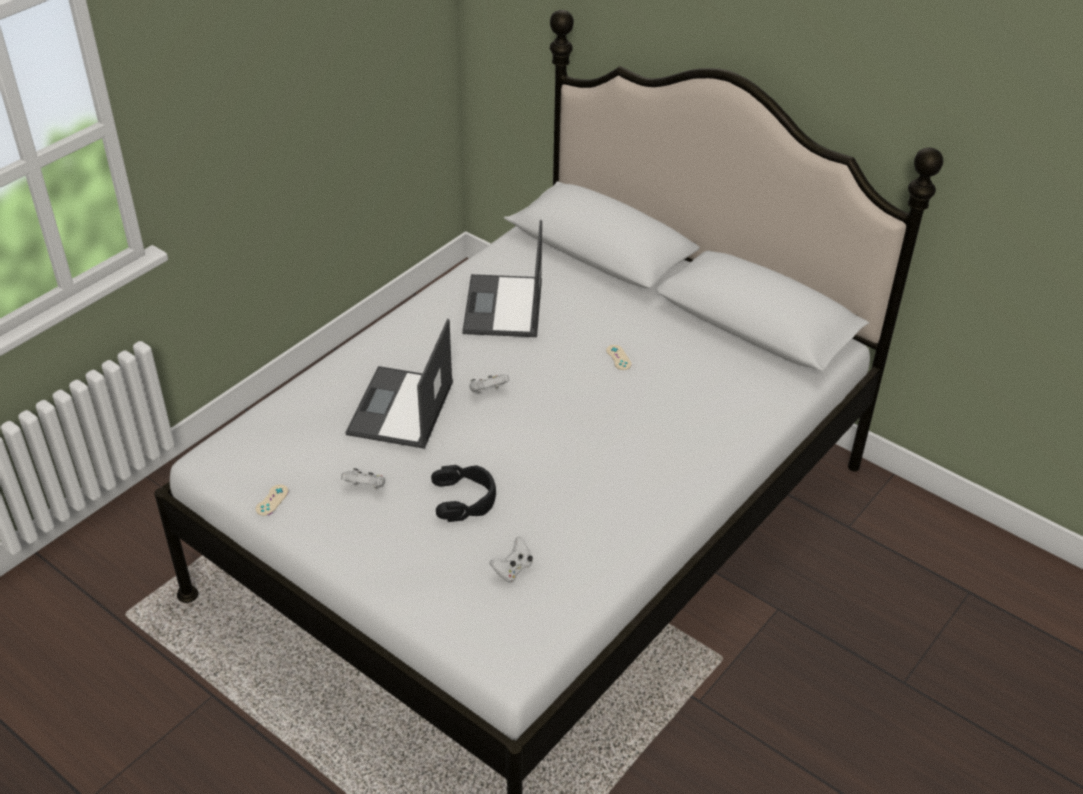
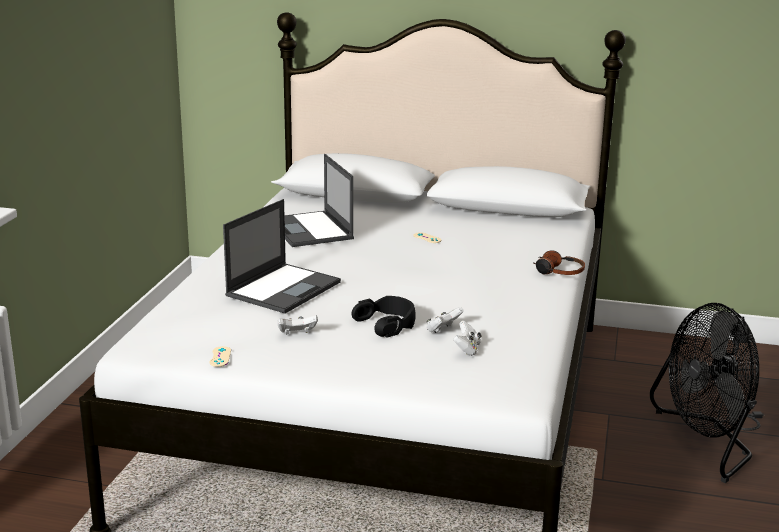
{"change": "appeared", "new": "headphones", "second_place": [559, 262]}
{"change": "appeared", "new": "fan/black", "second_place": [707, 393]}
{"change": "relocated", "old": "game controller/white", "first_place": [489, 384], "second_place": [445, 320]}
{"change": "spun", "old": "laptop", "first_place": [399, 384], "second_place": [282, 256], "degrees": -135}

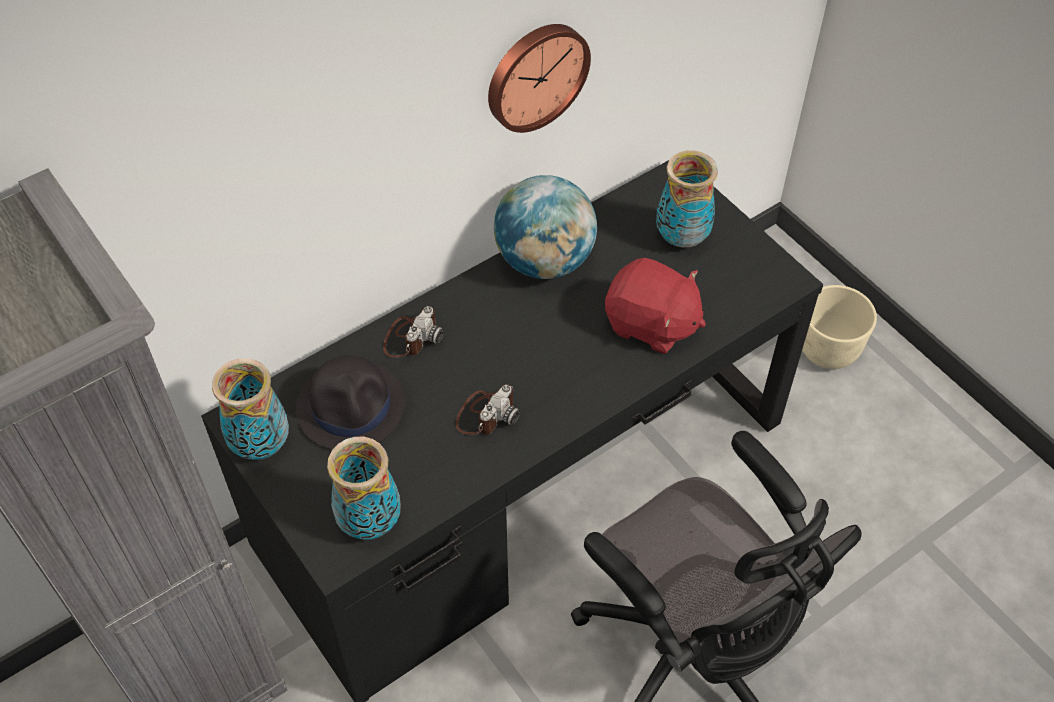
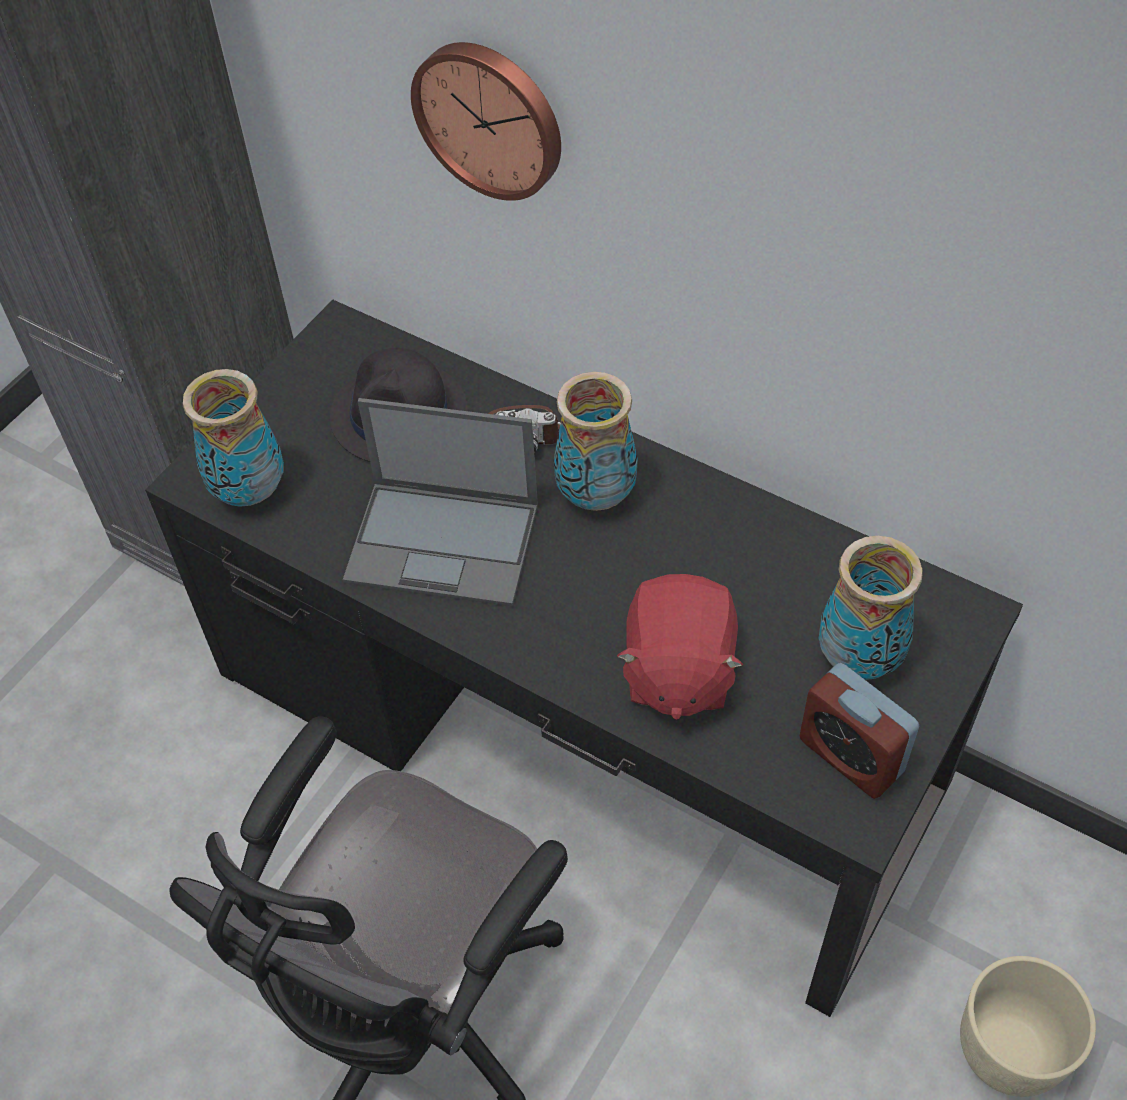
{"change": "missing", "old": "globe", "first_place": [545, 227]}
{"change": "appeared", "new": "alarm clock", "second_place": [859, 731]}
{"change": "relocated", "old": "vase", "first_place": [250, 409], "second_place": [595, 441]}
{"change": "relocated", "old": "wall clock", "first_place": [539, 78], "second_place": [486, 121]}
{"change": "exchanged", "old": "photo camera", "new": "laptop", "first_place": [488, 409], "second_place": [440, 502]}

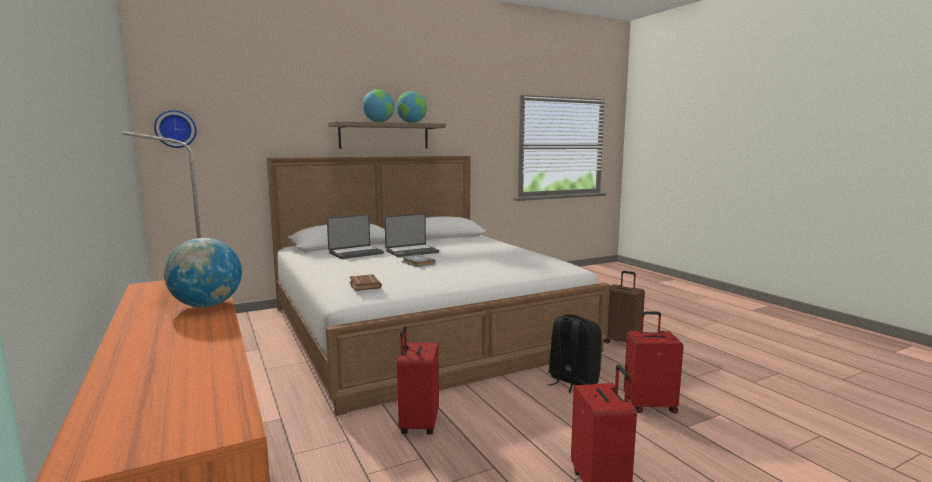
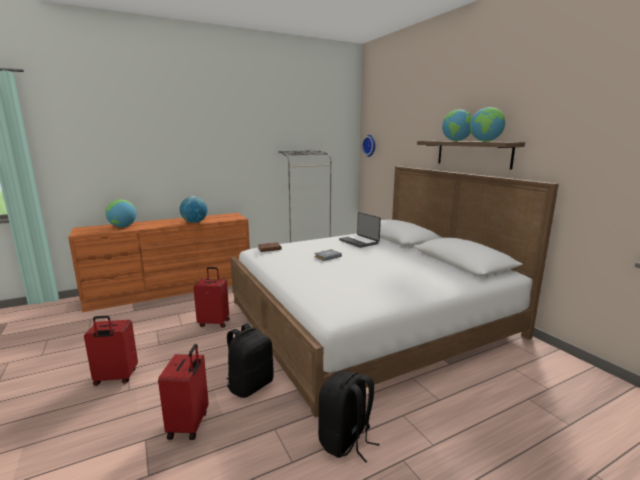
{"change": "missing", "old": "laptop", "first_place": [411, 235]}
{"change": "appeared", "new": "globe", "second_place": [121, 213]}
{"change": "exchanged", "old": "suitcase/brown", "new": "backpack/black", "first_place": [624, 307], "second_place": [348, 417]}

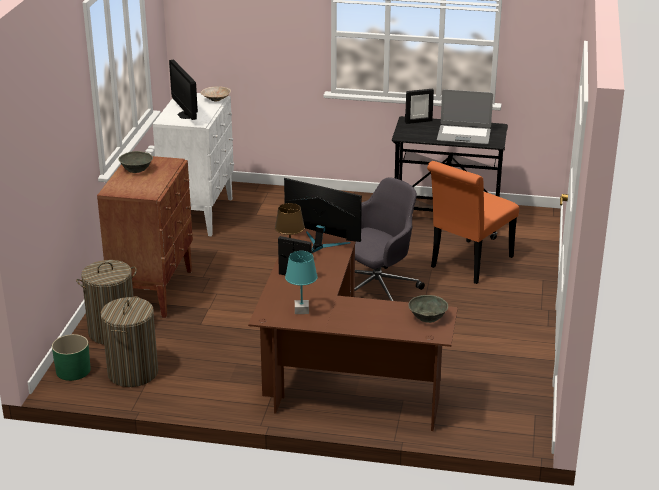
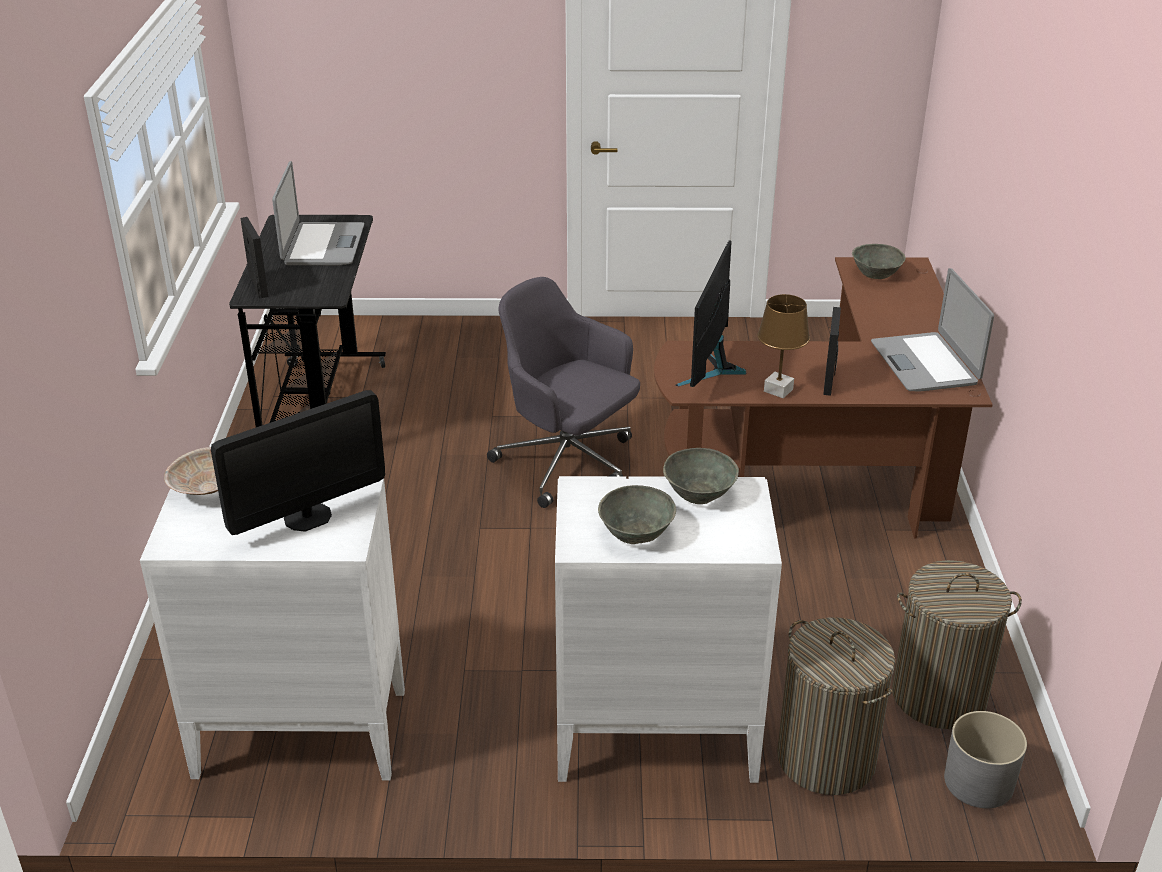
{"change": "missing", "old": "chair/orange", "first_place": [473, 222]}
{"change": "appeared", "new": "bowl/grey", "second_place": [701, 476]}
{"change": "exchanged", "old": "table lamp/turquoise", "new": "laptop", "first_place": [301, 282], "second_place": [932, 330]}
{"change": "colour", "old": "planter/green", "new": "planter/grey", "first_place": [71, 357], "second_place": [985, 759]}
{"change": "colour", "old": "dresser/brown", "new": "dresser/white", "first_place": [145, 237], "second_place": [668, 629]}

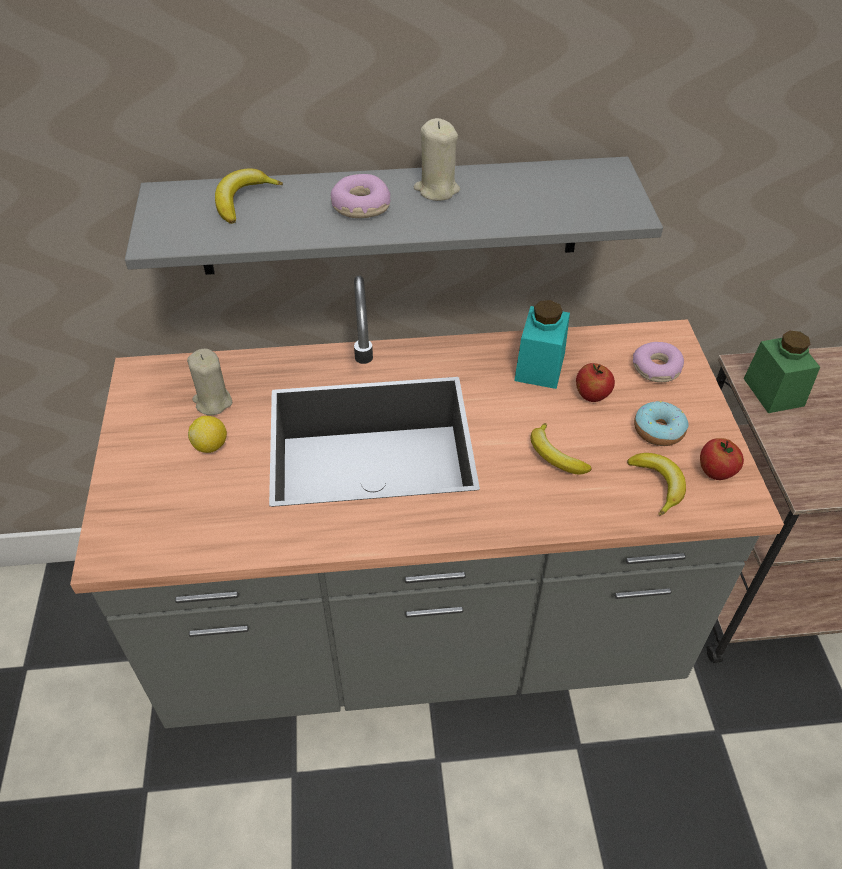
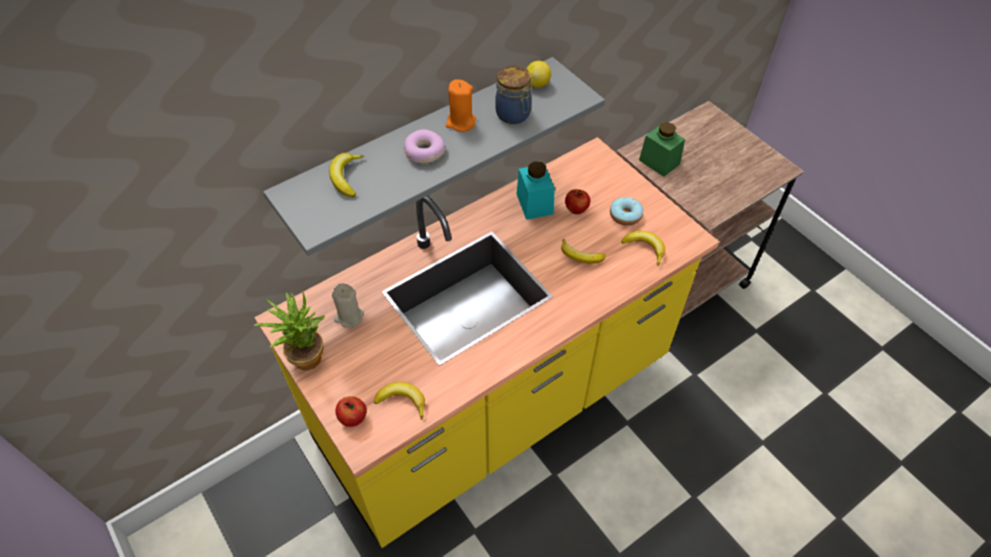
{"change": "missing", "old": "donut", "first_place": [658, 362]}
{"change": "appeared", "new": "potted plant", "second_place": [289, 331]}
{"change": "appeared", "new": "banana", "second_place": [399, 401]}
{"change": "appeared", "new": "jar", "second_place": [513, 94]}
{"change": "relocated", "old": "lemon", "first_place": [207, 434], "second_place": [538, 74]}
{"change": "relocated", "old": "apple", "first_place": [722, 459], "second_place": [351, 411]}
{"change": "colour", "old": "counter/grey", "new": "counter/yellow", "first_place": [427, 502], "second_place": [486, 342]}
{"change": "colour", "old": "candle/beige", "new": "candle/orange", "first_place": [436, 159], "second_place": [461, 105]}

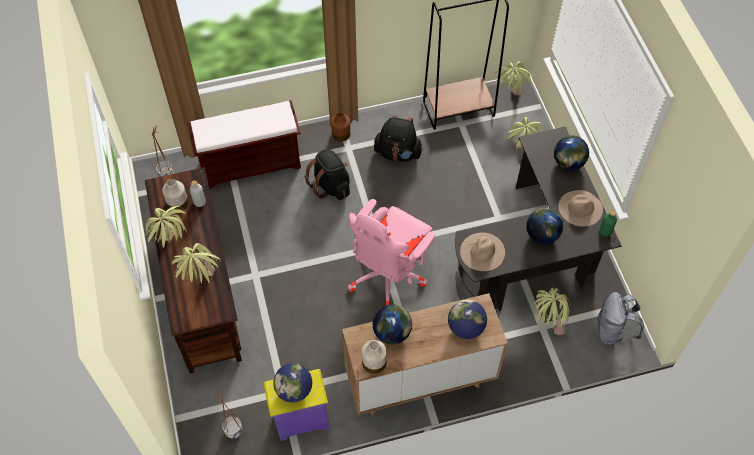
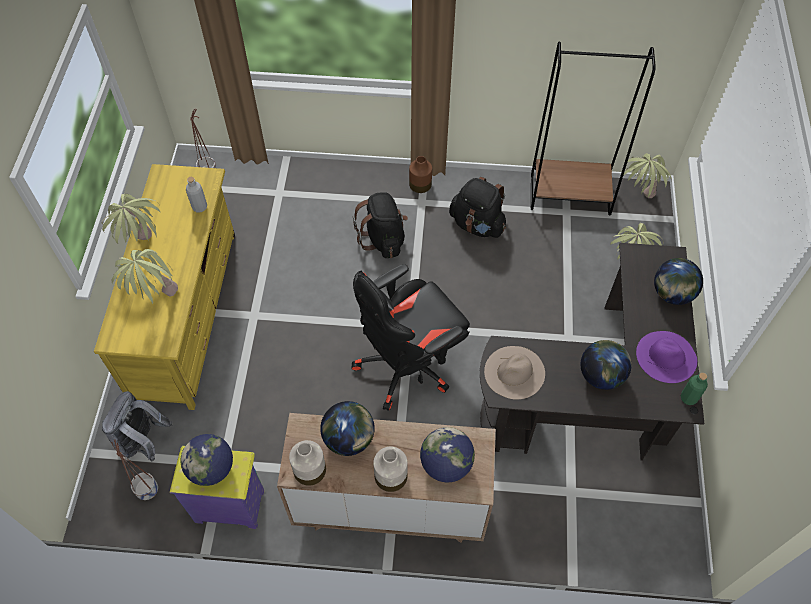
{"change": "missing", "old": "bench/brown", "first_place": [244, 144]}
{"change": "missing", "old": "potted plant", "first_place": [552, 311]}
{"change": "relocated", "old": "vase/beige", "first_place": [175, 195], "second_place": [390, 469]}
{"change": "relocated", "old": "backpack/grey", "first_place": [620, 318], "second_place": [137, 426]}
{"change": "colour", "old": "dresser/brown", "new": "dresser/yellow", "first_place": [193, 270], "second_place": [164, 287]}
{"change": "colour", "old": "office chair/pink", "new": "office chair/black", "first_place": [391, 252], "second_place": [410, 337]}
{"change": "colour", "old": "hat/beige", "new": "hat/purple", "first_place": [580, 208], "second_place": [666, 357]}

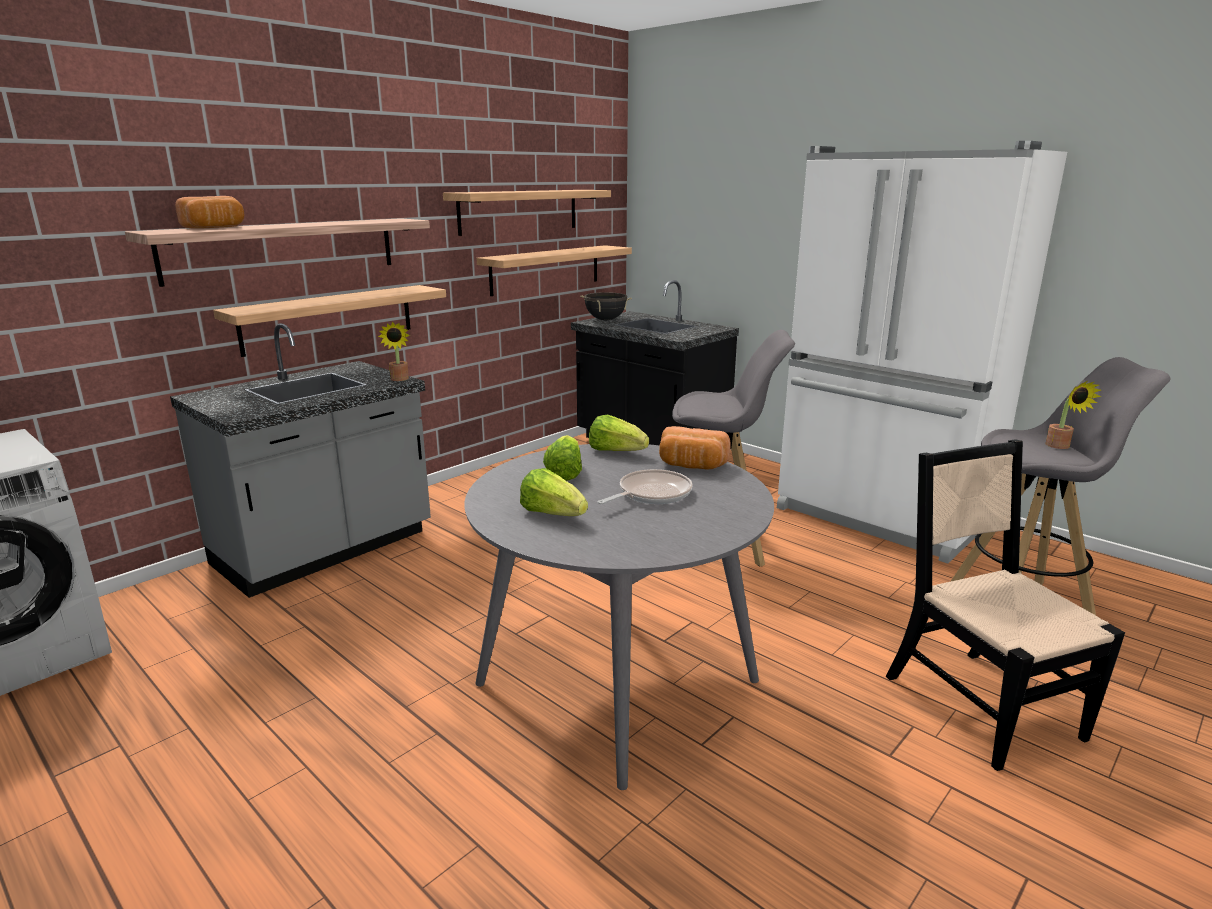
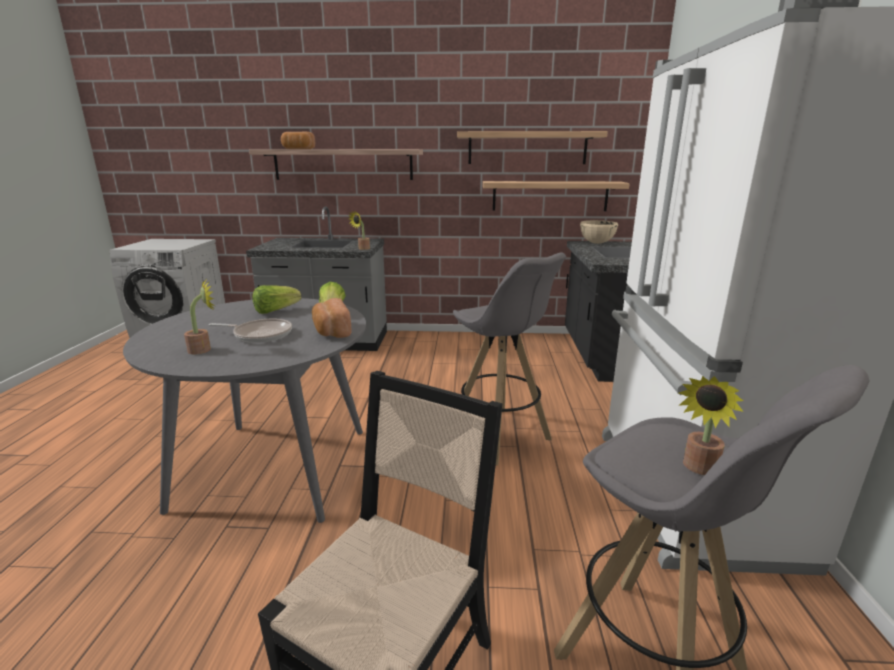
{"change": "missing", "old": "shelf", "first_place": [329, 321]}
{"change": "missing", "old": "lettuce", "first_place": [554, 492]}
{"change": "appeared", "new": "potted plant", "second_place": [199, 317]}
{"change": "colour", "old": "cooking pot/black", "new": "cooking pot/beige", "first_place": [606, 306], "second_place": [599, 232]}

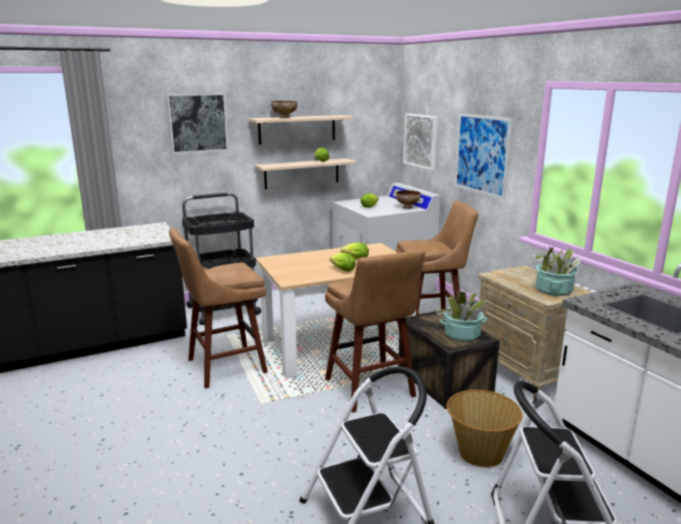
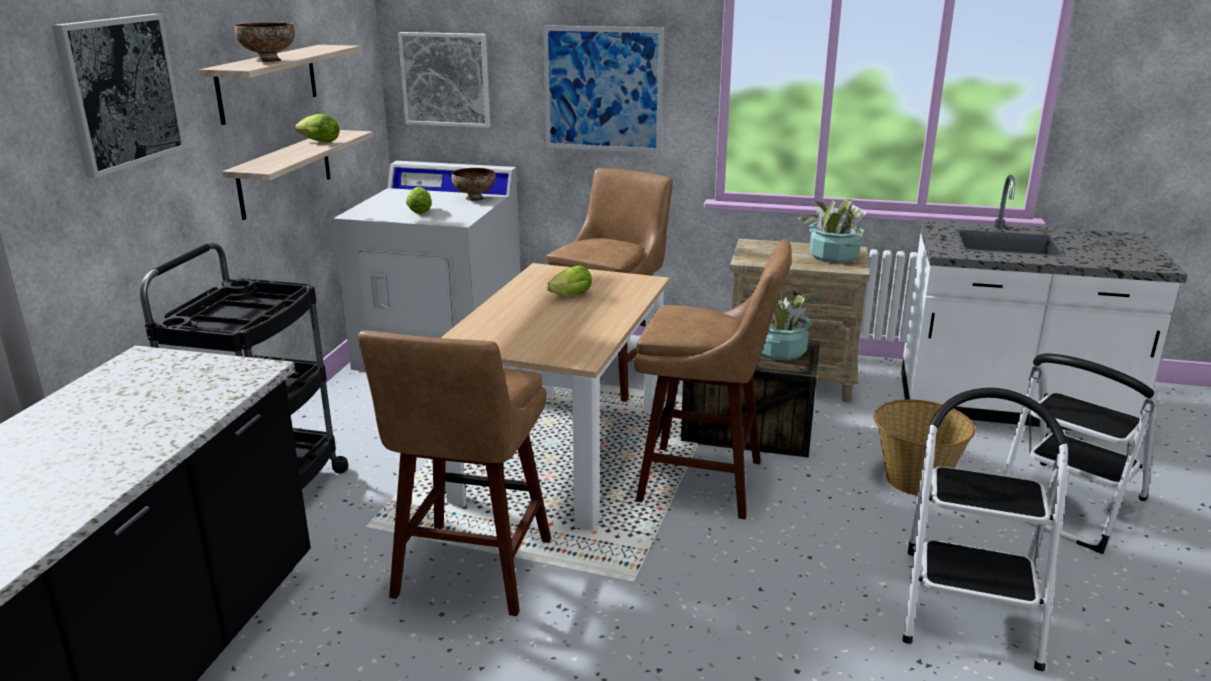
{"change": "missing", "old": "lettuce", "first_place": [343, 262]}

